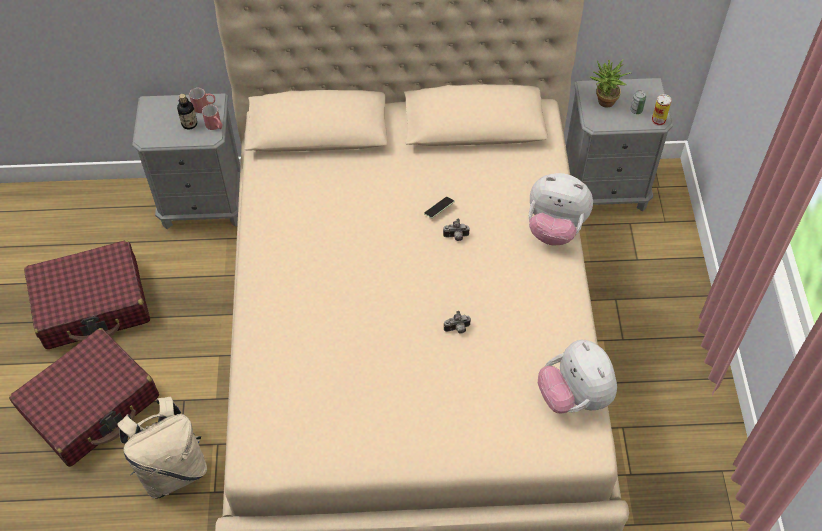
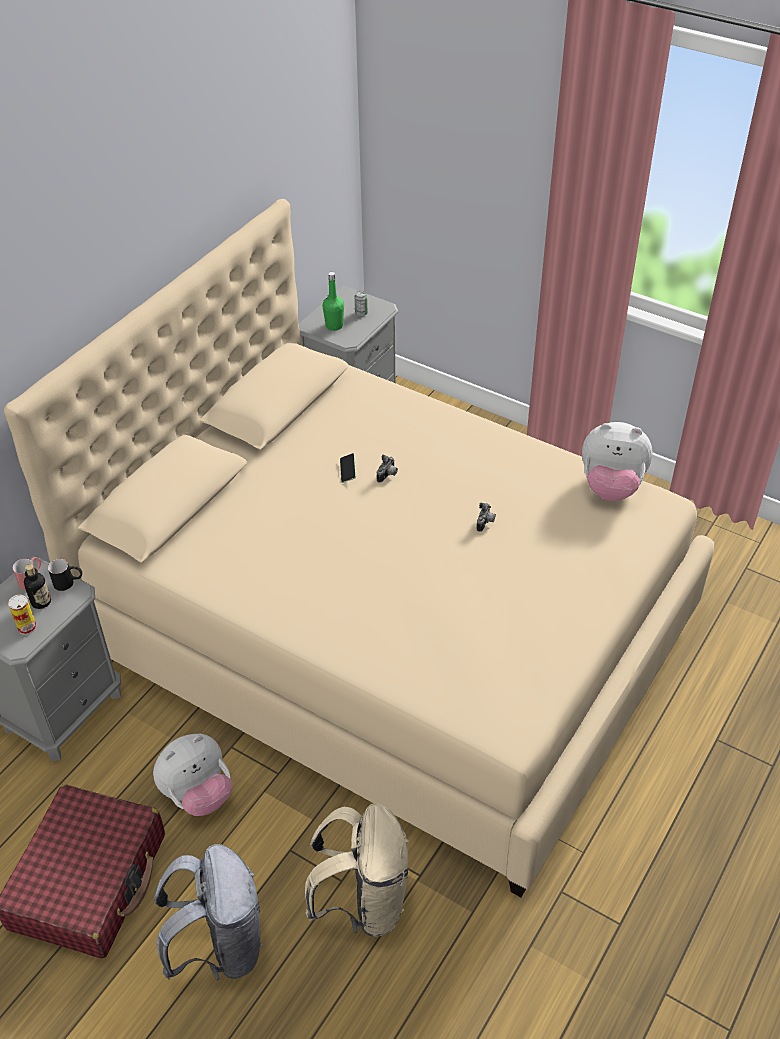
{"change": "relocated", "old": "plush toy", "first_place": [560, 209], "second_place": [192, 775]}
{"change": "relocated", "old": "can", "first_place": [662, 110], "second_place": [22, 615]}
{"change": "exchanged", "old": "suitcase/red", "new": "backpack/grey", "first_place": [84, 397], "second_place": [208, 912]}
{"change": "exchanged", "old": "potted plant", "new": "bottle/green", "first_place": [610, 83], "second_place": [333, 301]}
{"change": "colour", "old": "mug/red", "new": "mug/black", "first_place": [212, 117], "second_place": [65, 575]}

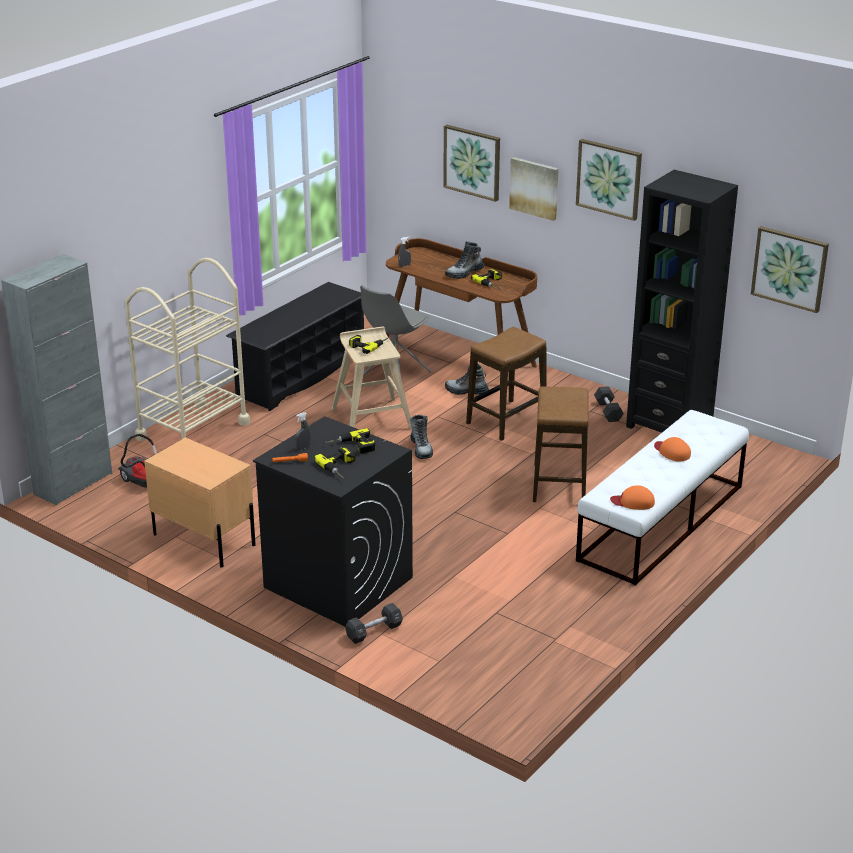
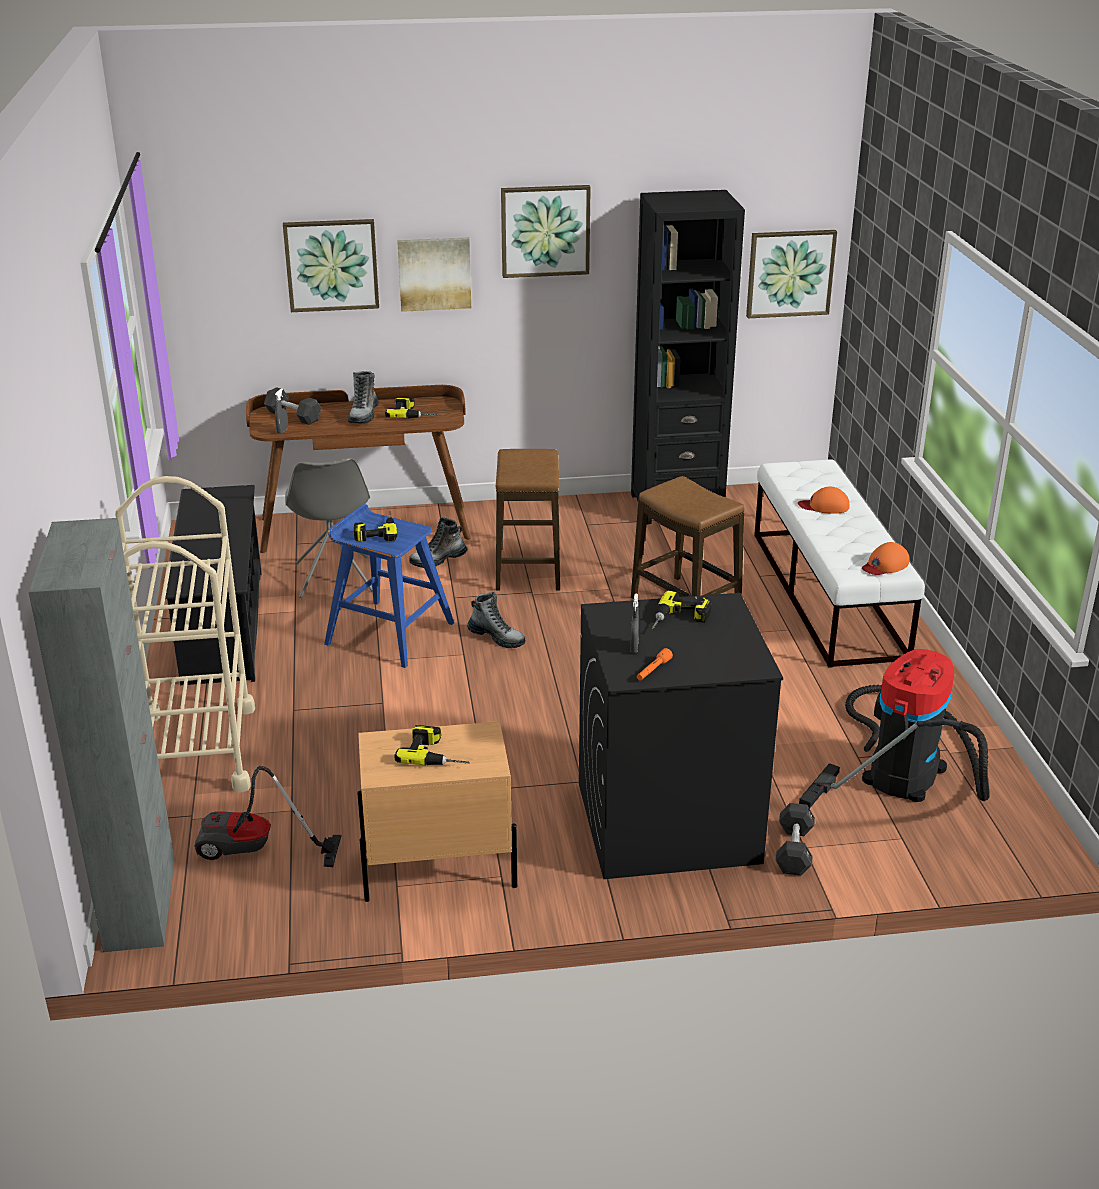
{"change": "appeared", "new": "vacuum cleaner", "second_place": [894, 728]}
{"change": "relocated", "old": "power drill", "first_place": [335, 463], "second_place": [432, 745]}
{"change": "relocated", "old": "dumbbell/black", "first_place": [609, 404], "second_place": [293, 406]}
{"change": "colour", "old": "stool/beige", "new": "stool/blue", "first_place": [371, 379], "second_place": [389, 586]}

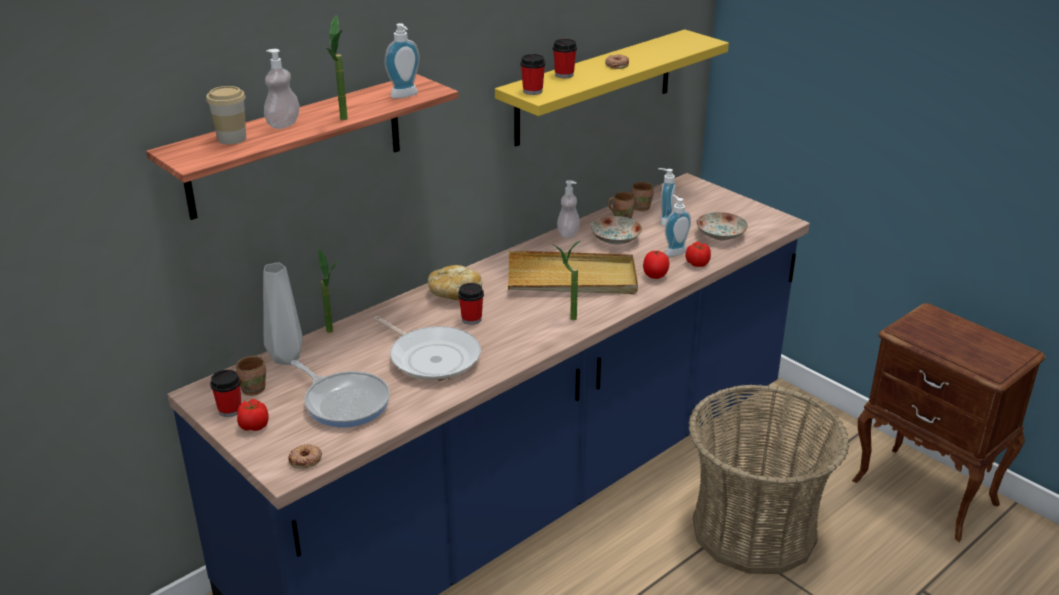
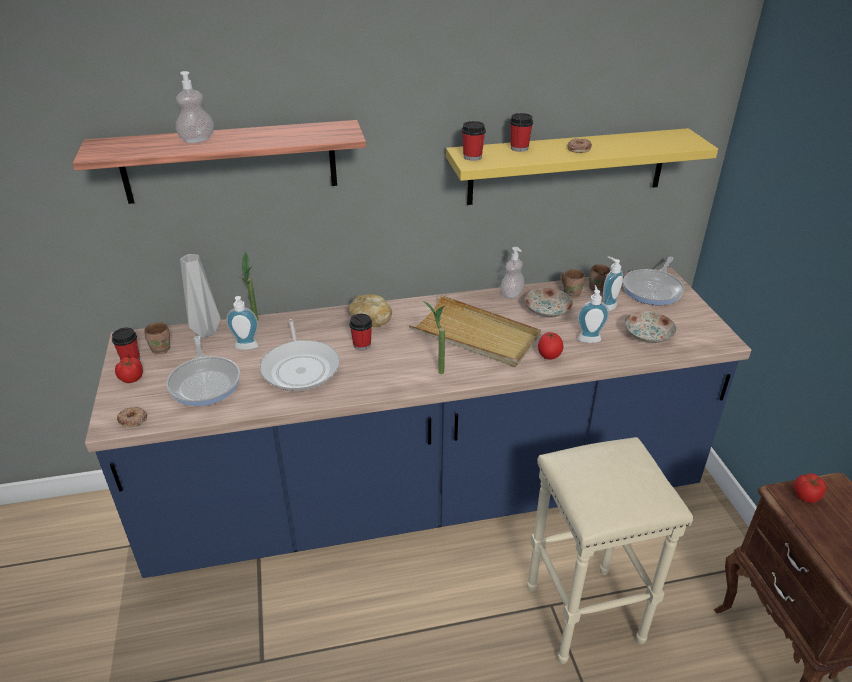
{"change": "missing", "old": "cup", "first_place": [226, 115]}
{"change": "missing", "old": "potted plant", "first_place": [336, 67]}
{"change": "appeared", "new": "frying pan", "second_place": [653, 281]}
{"change": "relocated", "old": "soap dispenser", "first_place": [402, 61], "second_place": [242, 323]}
{"change": "relocated", "old": "tomato", "first_place": [698, 254], "second_place": [810, 488]}
{"change": "exchanged", "old": "basket", "new": "stool/beige", "first_place": [768, 479], "second_place": [610, 550]}

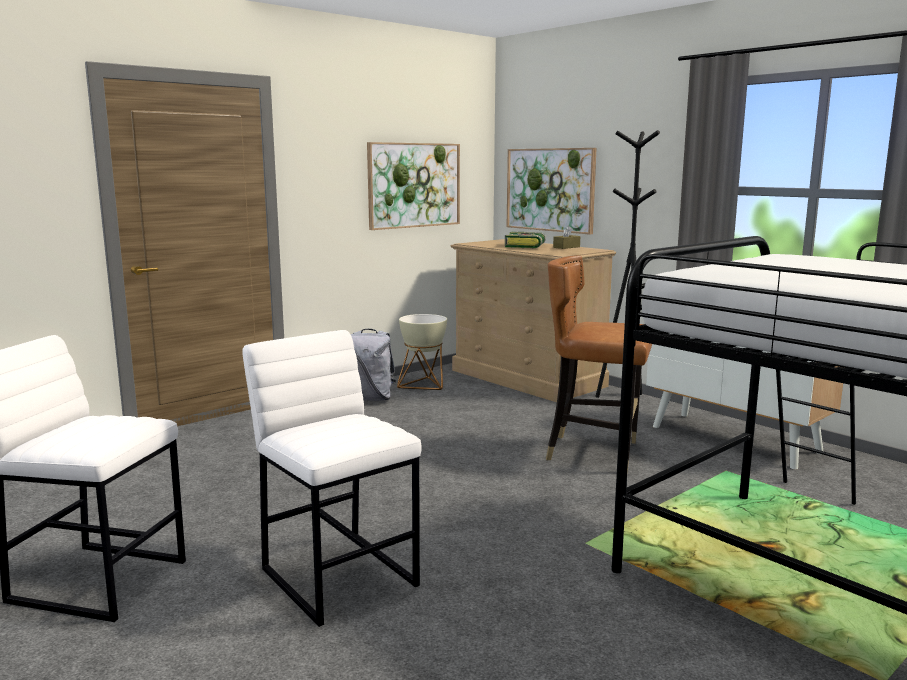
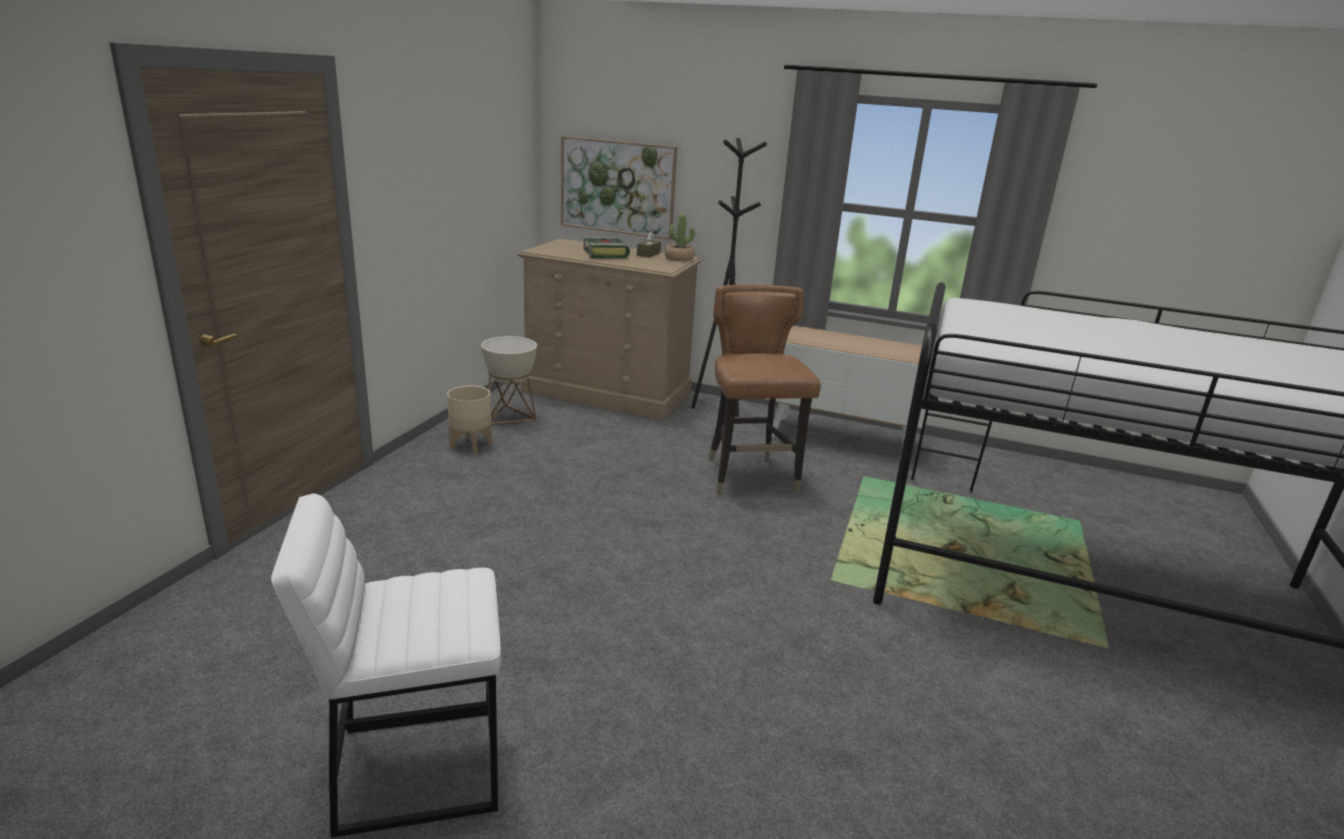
{"change": "missing", "old": "chair/white", "first_place": [332, 478]}
{"change": "missing", "old": "picture", "first_place": [413, 186]}
{"change": "appeared", "new": "potted plant", "second_place": [680, 237]}
{"change": "exchanged", "old": "backpack/grey", "new": "planter/beige", "first_place": [373, 365], "second_place": [469, 420]}
{"change": "spun", "old": "chair/brown", "first_place": [599, 364], "second_place": [765, 389], "degrees": 90}

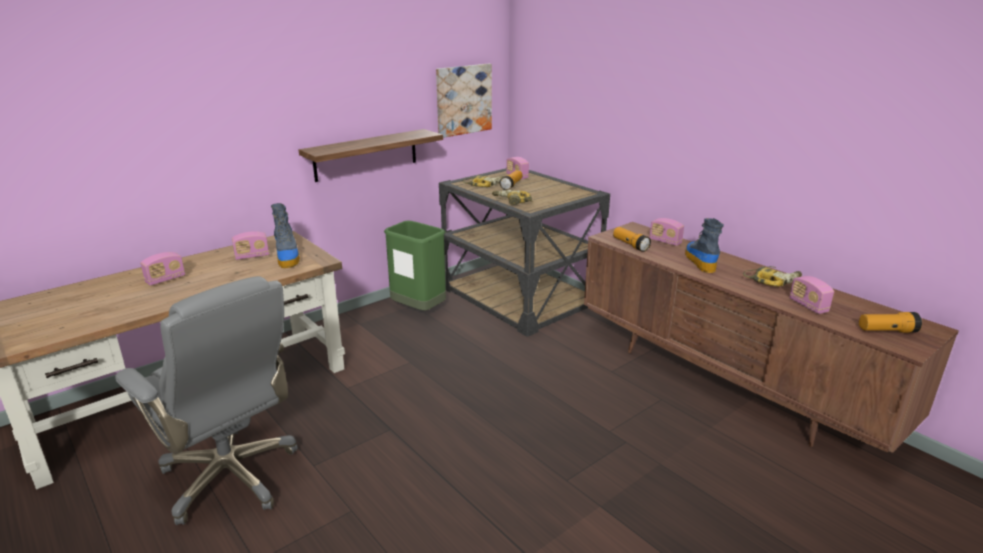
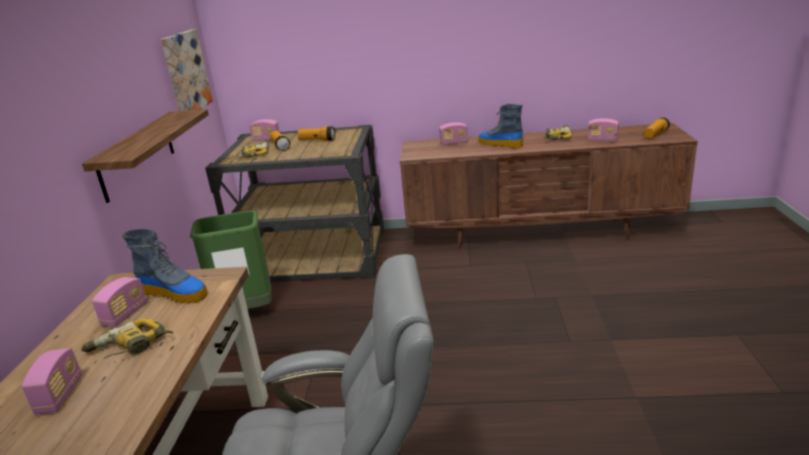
{"change": "relocated", "old": "power drill", "first_place": [512, 197], "second_place": [127, 339]}
{"change": "relocated", "old": "flashlight", "first_place": [632, 239], "second_place": [316, 133]}

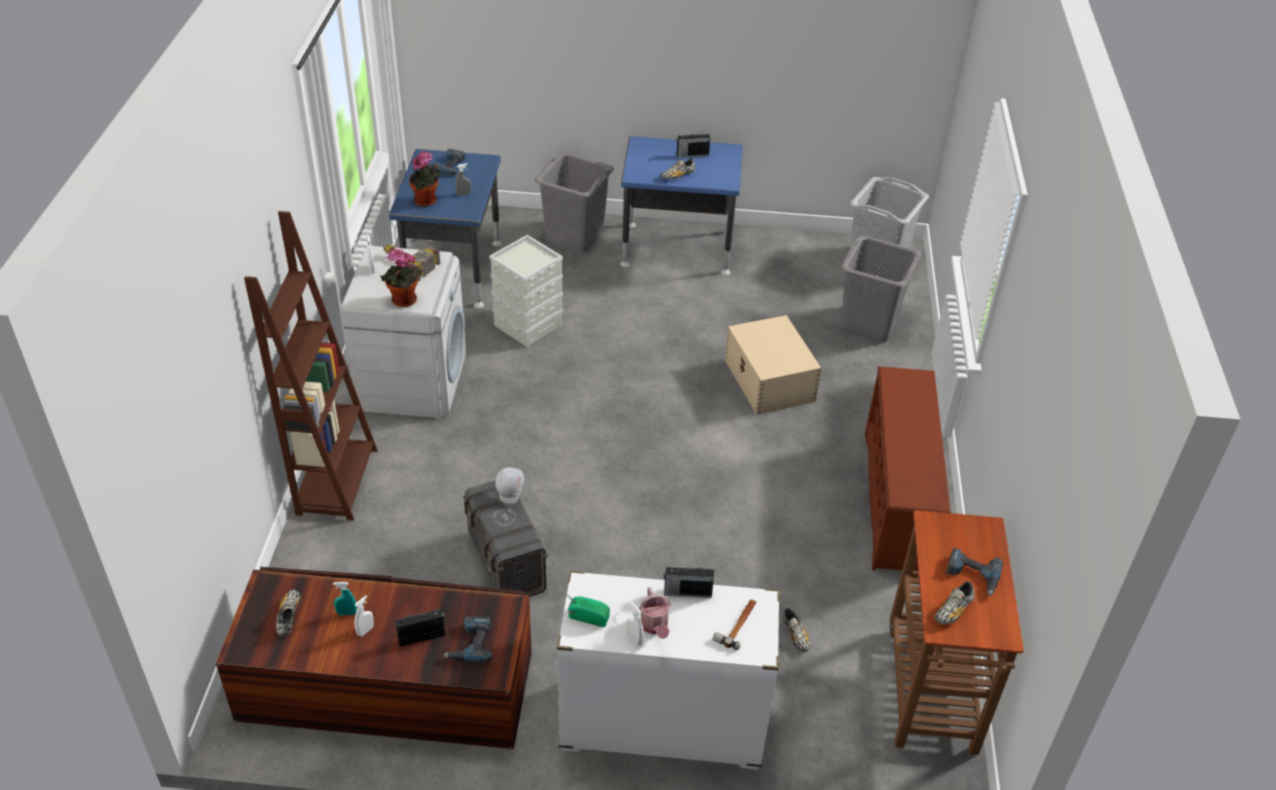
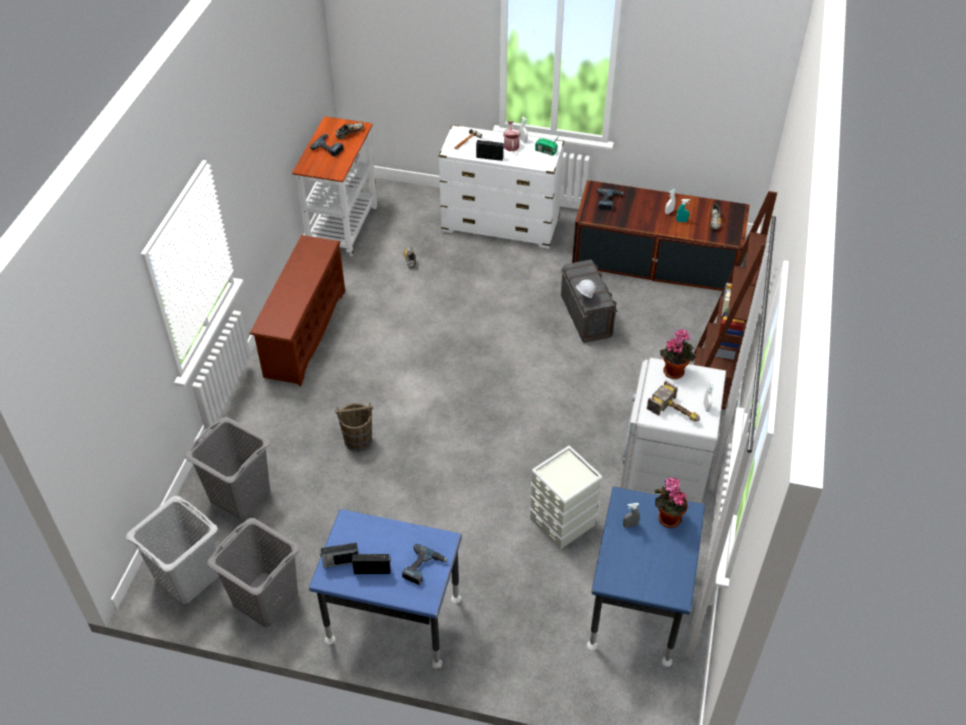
{"change": "missing", "old": "shoe", "first_place": [677, 168]}
{"change": "relocated", "old": "radio", "first_place": [420, 628], "second_place": [338, 555]}
{"change": "relocated", "old": "power drill", "first_place": [446, 162], "second_place": [425, 564]}
{"change": "relocated", "old": "laundry basket/grey", "first_place": [574, 202], "second_place": [253, 572]}
{"change": "exchanged", "old": "storage box/beige", "new": "bucket/brown", "first_place": [773, 365], "second_place": [354, 427]}
{"change": "colour", "old": "cart/brown", "new": "cart/white", "first_place": [957, 632], "second_place": [334, 186]}

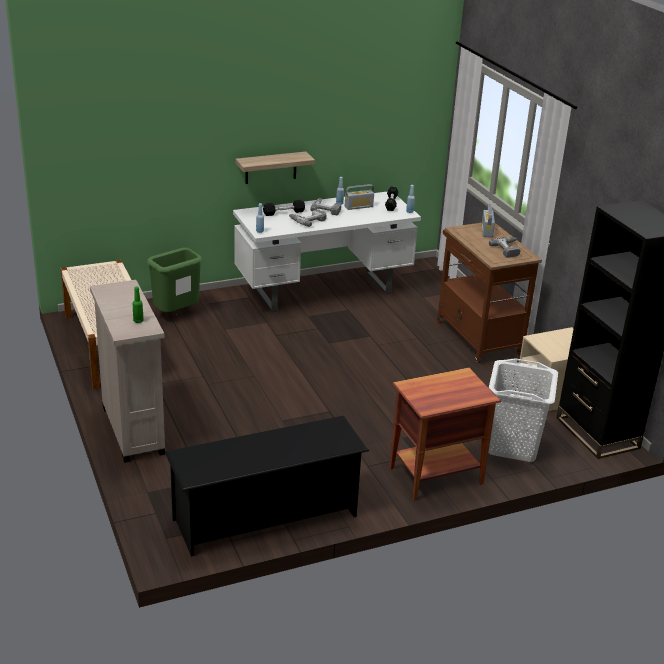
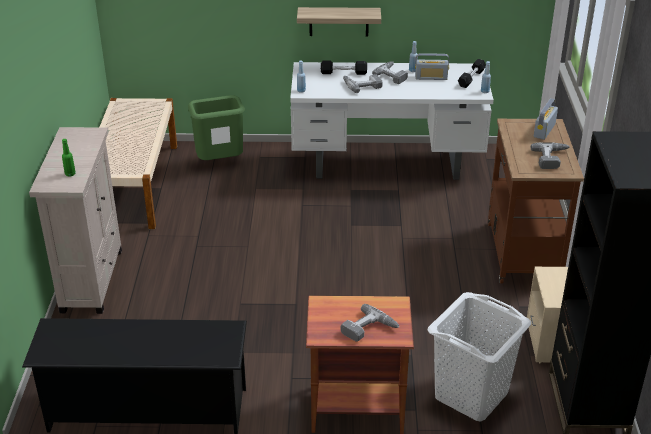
{"change": "appeared", "new": "power drill", "second_place": [370, 323]}

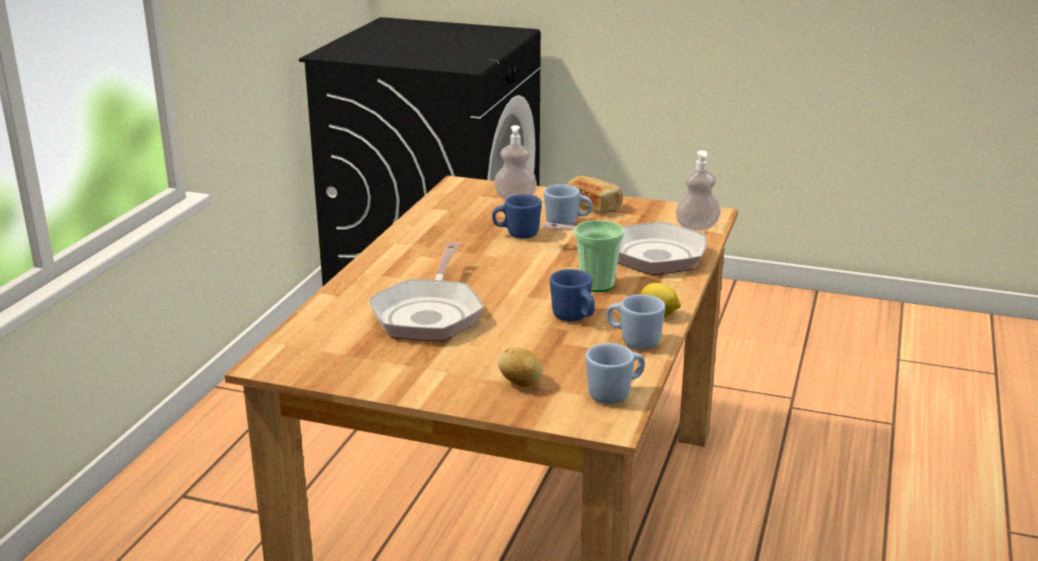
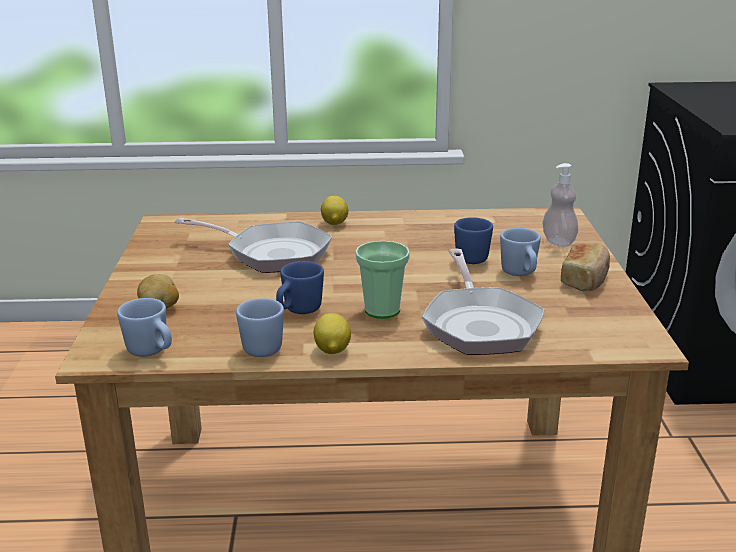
{"change": "missing", "old": "soap dispenser", "first_place": [698, 190]}
{"change": "appeared", "new": "lemon", "second_place": [334, 210]}
{"change": "spun", "old": "frying pan", "first_place": [426, 291], "second_place": [253, 245], "degrees": -150}

